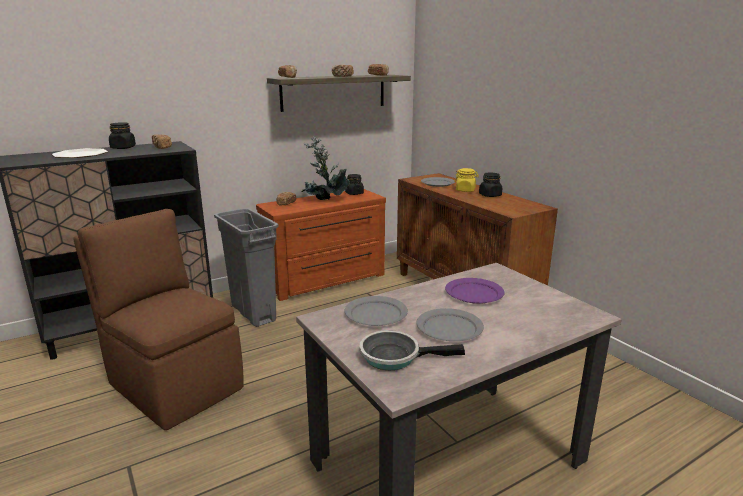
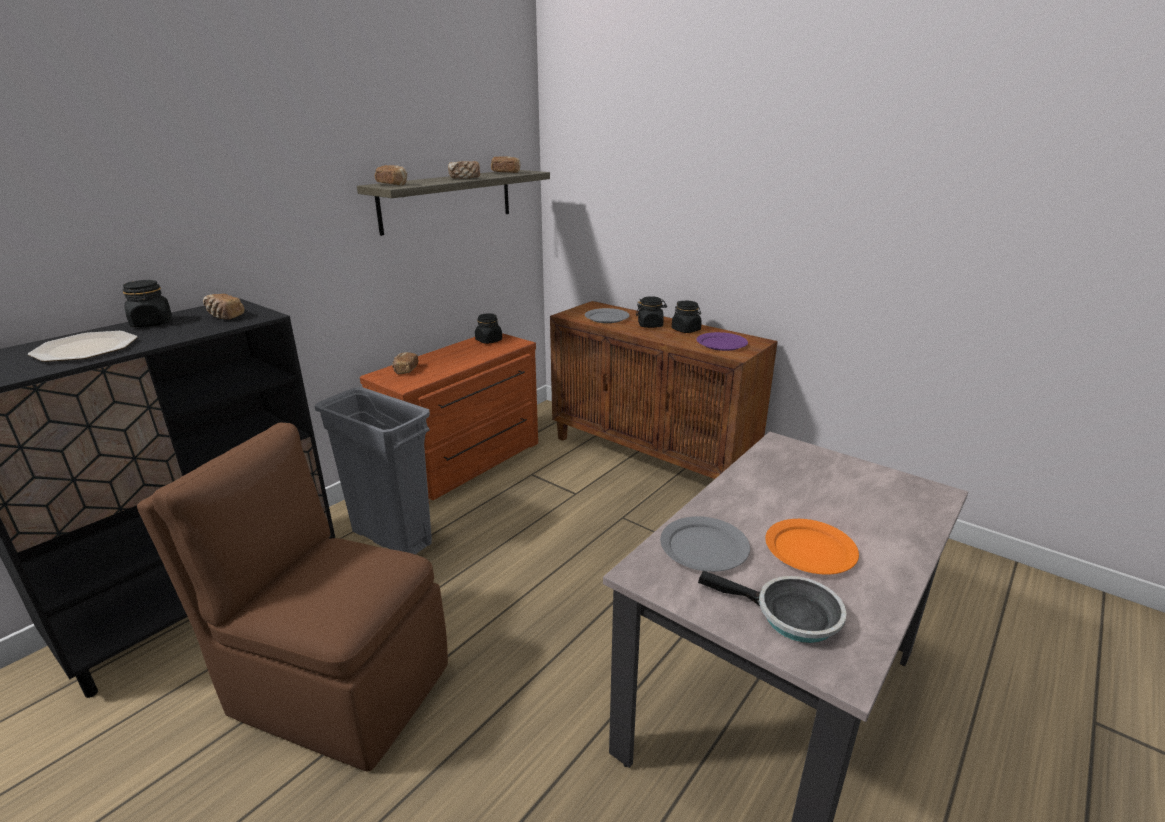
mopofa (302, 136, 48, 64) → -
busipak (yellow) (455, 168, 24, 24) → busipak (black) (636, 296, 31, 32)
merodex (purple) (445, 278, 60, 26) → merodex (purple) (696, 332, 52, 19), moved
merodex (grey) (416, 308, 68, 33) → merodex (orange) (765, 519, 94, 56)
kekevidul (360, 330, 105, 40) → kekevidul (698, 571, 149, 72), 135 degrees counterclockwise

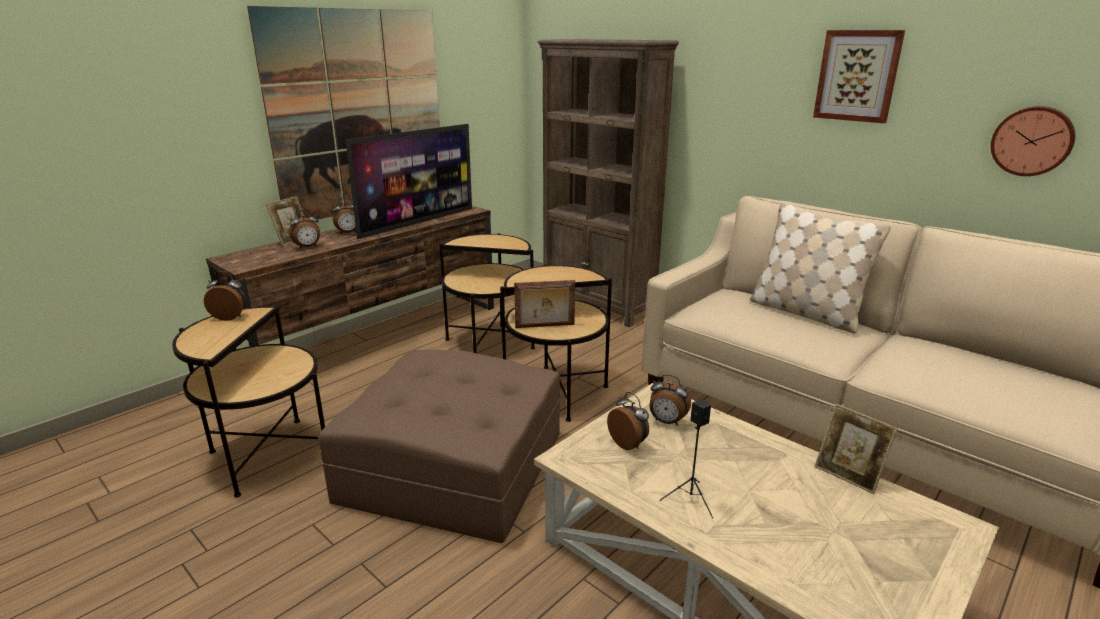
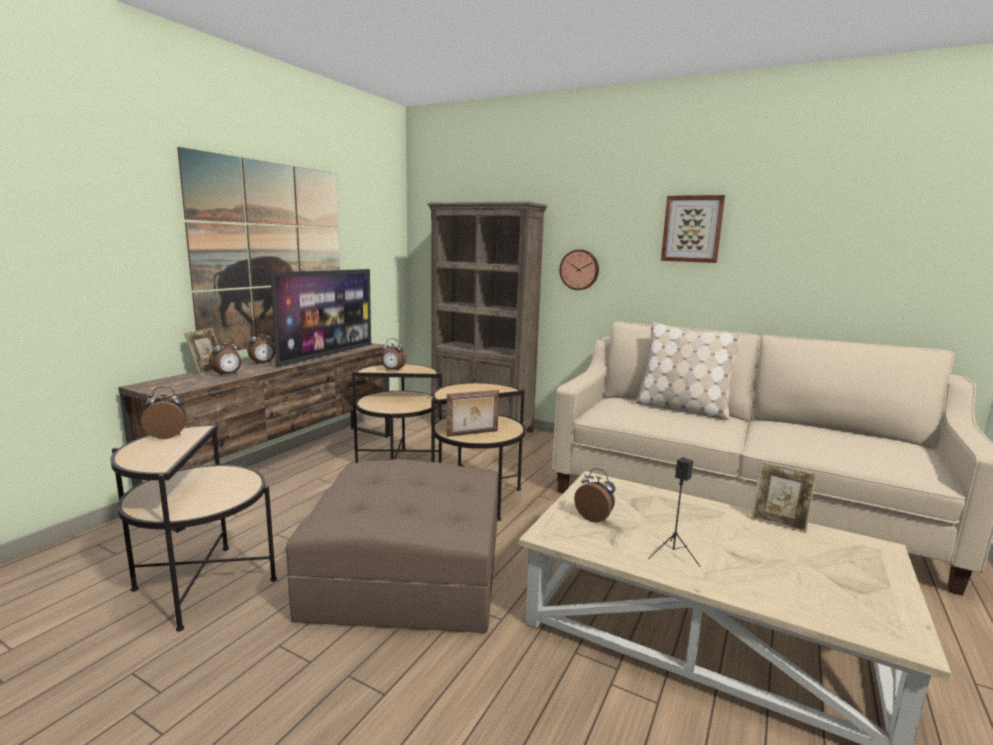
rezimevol (991, 106, 84, 70) → rezimevol (559, 249, 40, 41), moved
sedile (650, 374, 41, 51) → sedile (381, 338, 26, 33), moved

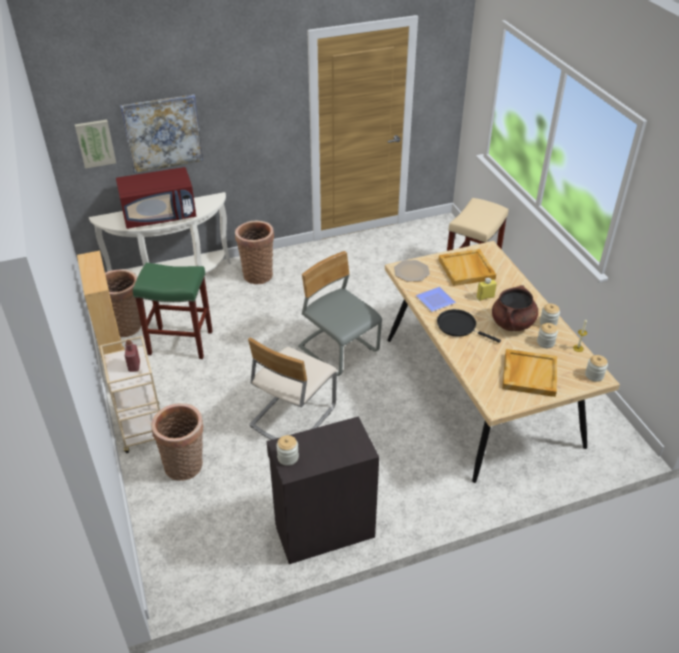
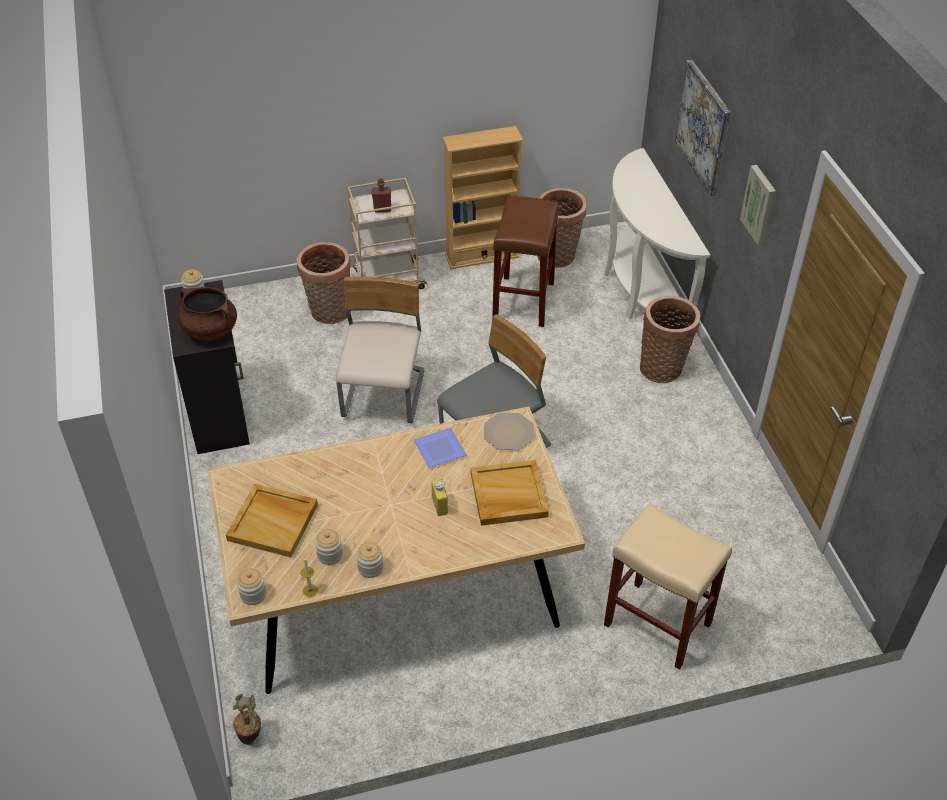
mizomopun (75, 120, 41, 49) → mizomopun (740, 165, 36, 81), moved
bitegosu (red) (116, 167, 80, 62) → -
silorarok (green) (133, 263, 80, 96) → silorarok (brown) (492, 196, 67, 131)
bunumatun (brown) (492, 285, 46, 46) → bunumatun (brown) (178, 287, 59, 54), moved
kekevidul (black) (437, 309, 64, 34) → -
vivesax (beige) (248, 337, 89, 103) → vivesax (beige) (336, 277, 89, 146), 60 degrees clockwise
- → mopofa (233, 694, 28, 51)

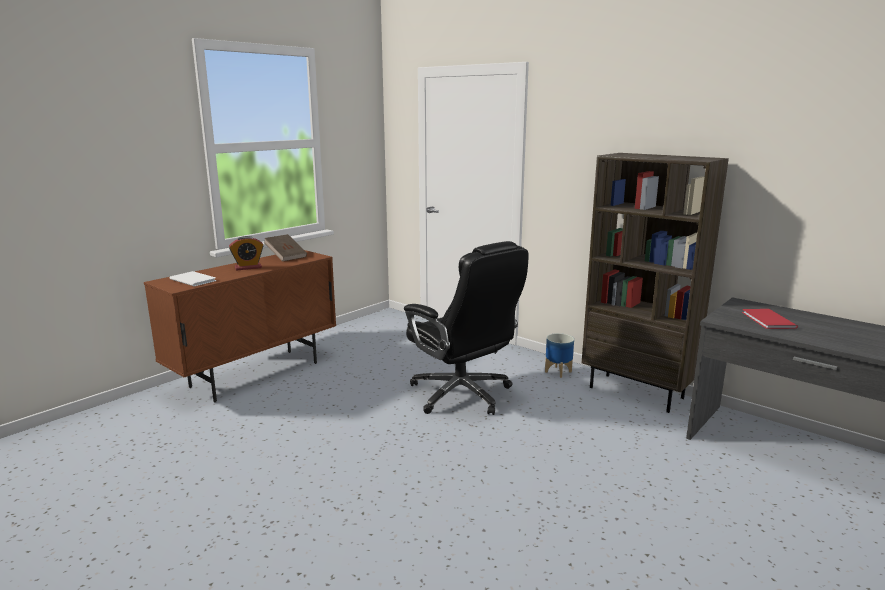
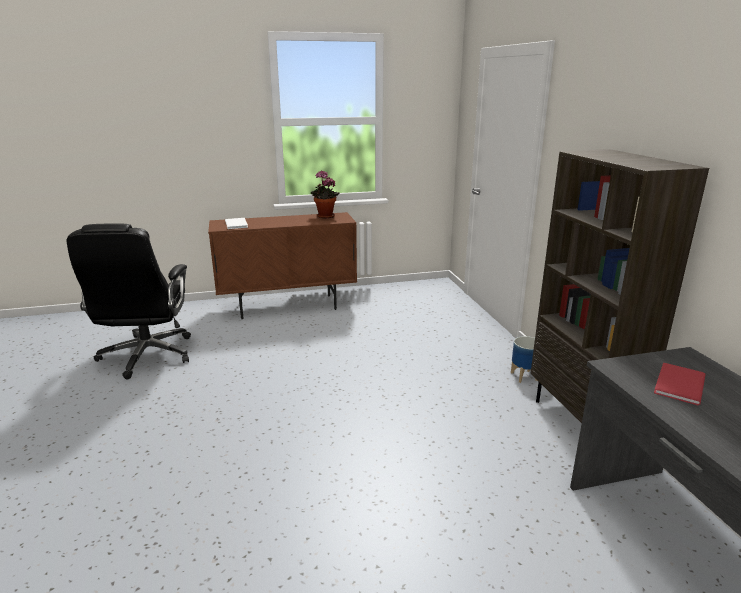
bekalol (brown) (264, 234, 43, 28) → mopofa (311, 170, 29, 48)
sedile (229, 236, 35, 34) → -
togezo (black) (404, 241, 124, 174) → togezo (black) (67, 223, 124, 156), moved

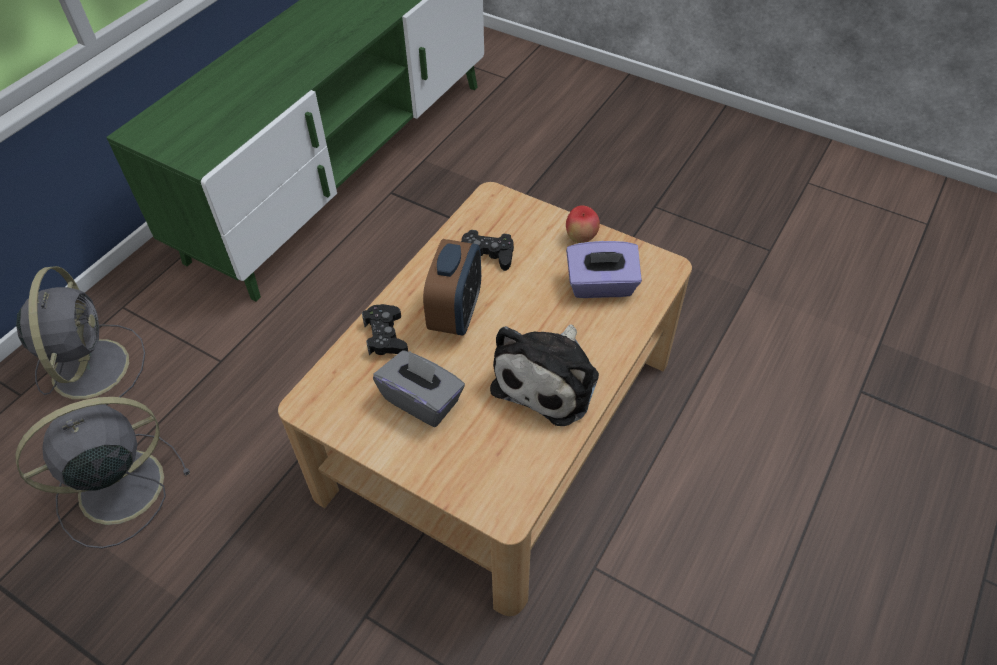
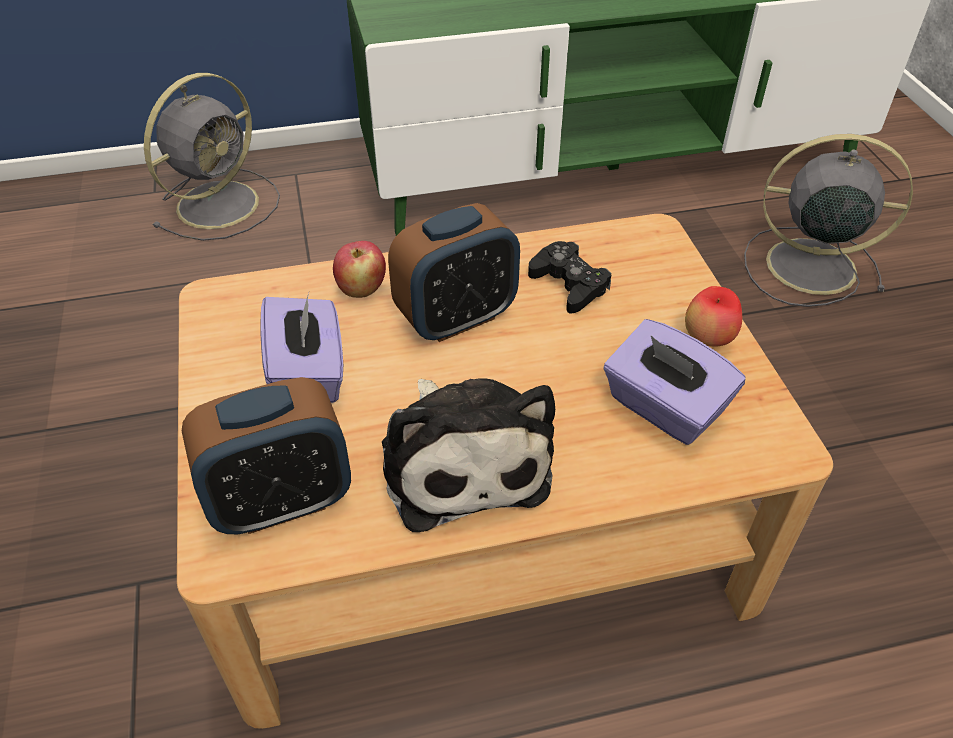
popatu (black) (362, 304, 46, 51) → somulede (333, 241, 53, 57)
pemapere (490, 324, 109, 102) → pemapere (382, 378, 173, 154), 90 degrees counterclockwise
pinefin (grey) (373, 351, 92, 76) → pinefin (purple) (261, 293, 82, 110)
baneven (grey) (15, 397, 175, 151) → baneven (grey) (744, 134, 169, 173), moved
- → sedile (182, 377, 169, 158)

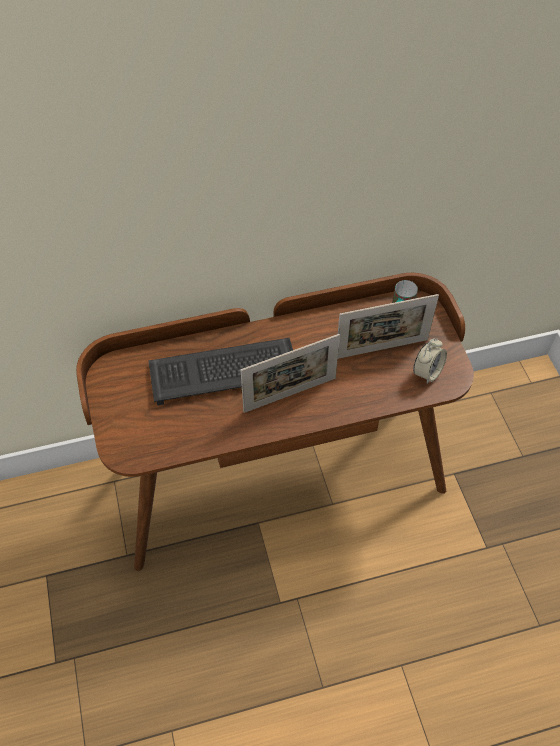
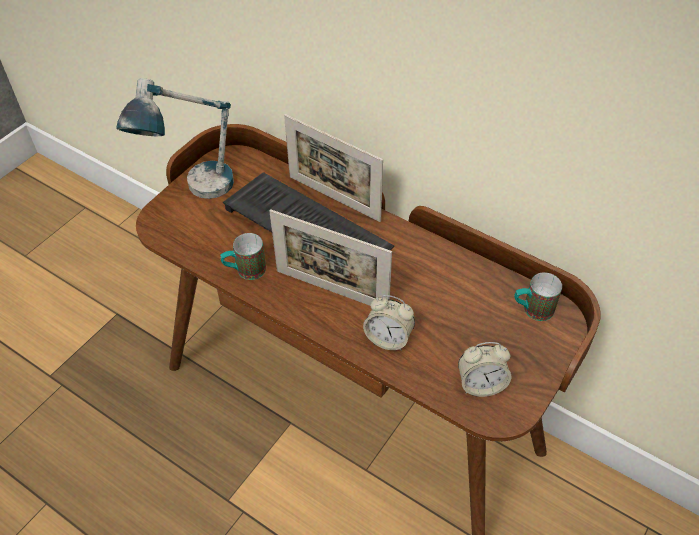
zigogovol (338, 294, 101, 65) → zigogovol (284, 114, 99, 108), moved
- → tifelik (116, 78, 118, 121)
- → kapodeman (220, 233, 46, 47)
- → sedile (363, 295, 52, 55)

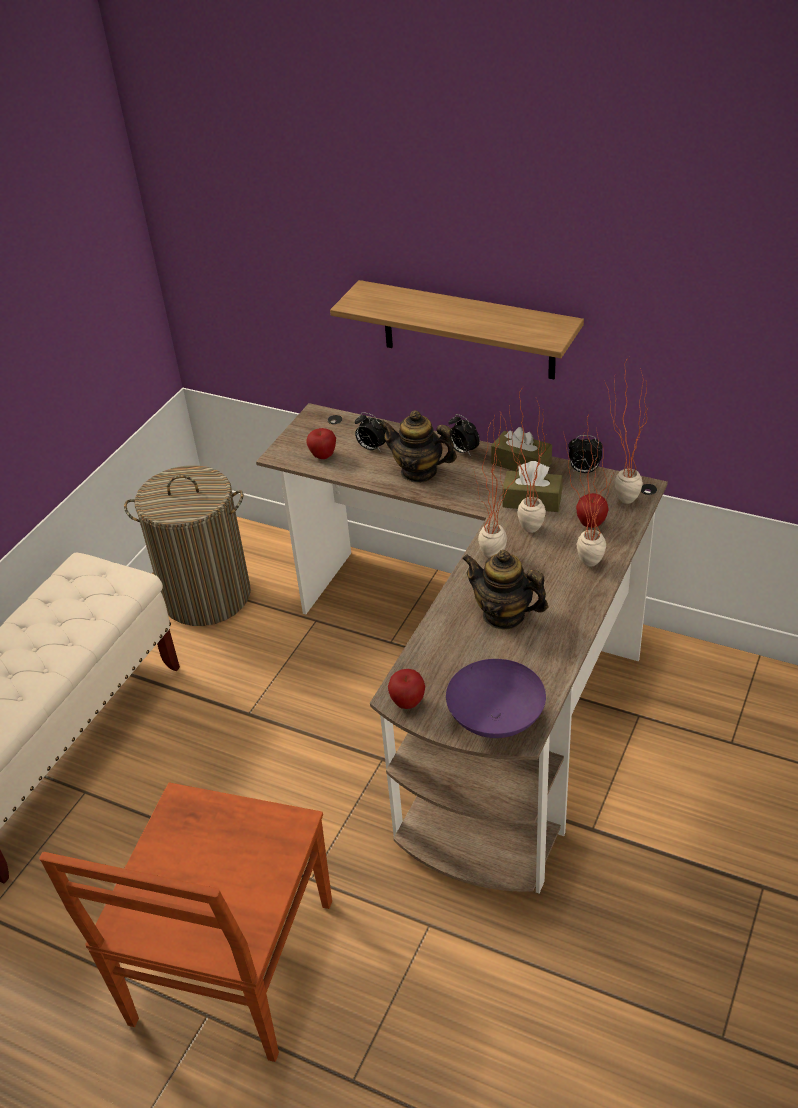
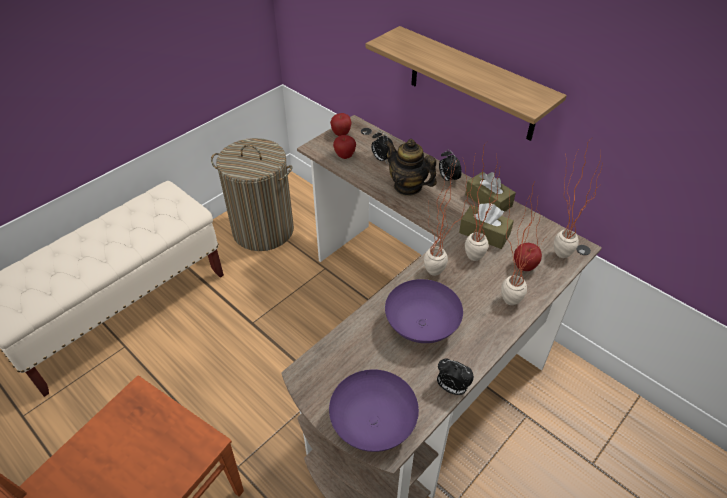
sedile (568, 435, 35, 38) → sedile (437, 358, 37, 37), moved
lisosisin (462, 550, 86, 80) → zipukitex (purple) (385, 279, 78, 64)
somulede (388, 669, 37, 40) → somulede (330, 113, 22, 23), moved

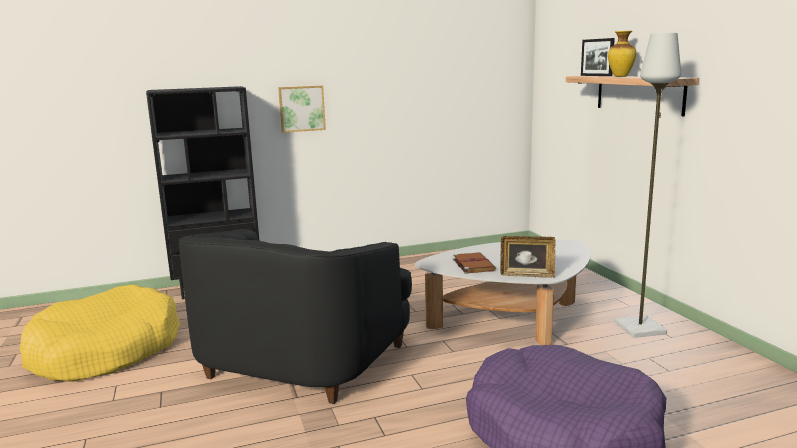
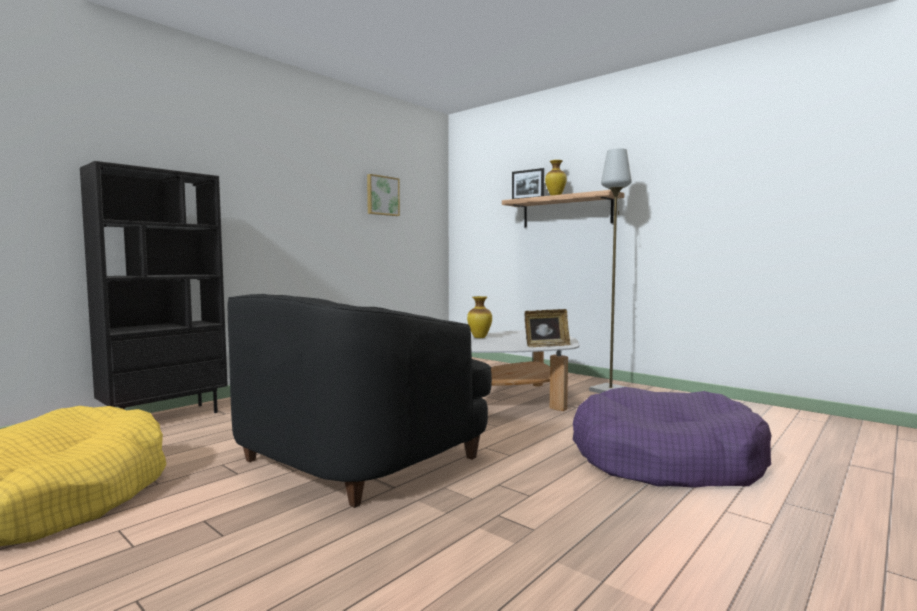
mizomopun (278, 86, 48, 47) → mizomopun (367, 174, 33, 42), moved
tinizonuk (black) (179, 229, 233, 175) → tinizonuk (black) (228, 294, 264, 214), 45 degrees clockwise
bekalol (brown) (453, 252, 43, 22) → -
- → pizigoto (467, 296, 25, 42)

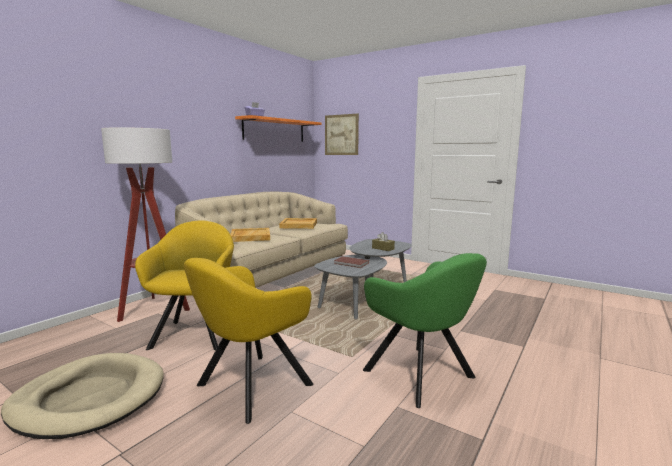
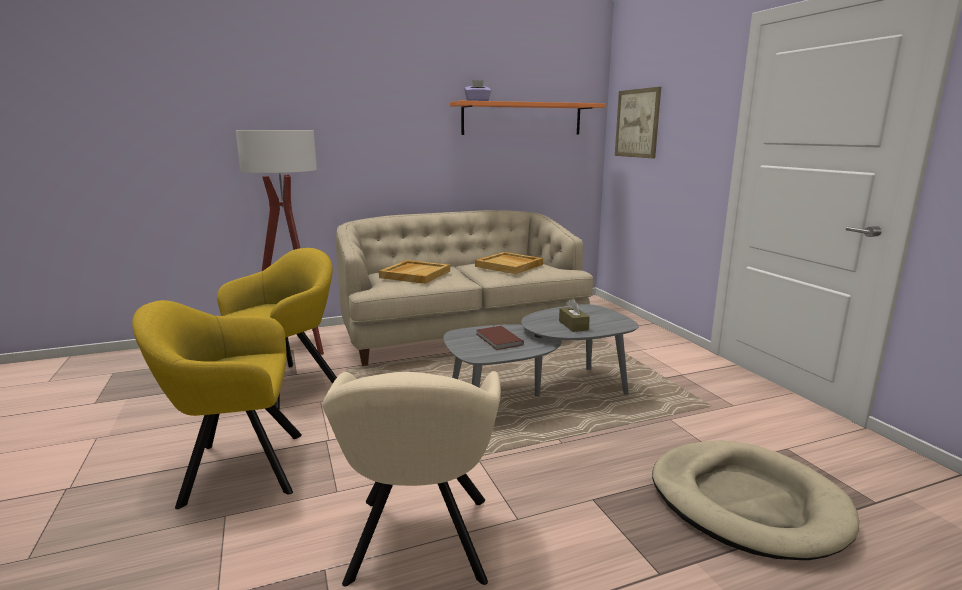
tinizonuk (green) (363, 253, 124, 155) → tinizonuk (beige) (322, 371, 179, 215)
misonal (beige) (1, 353, 163, 86) → misonal (beige) (652, 441, 207, 119), moved

